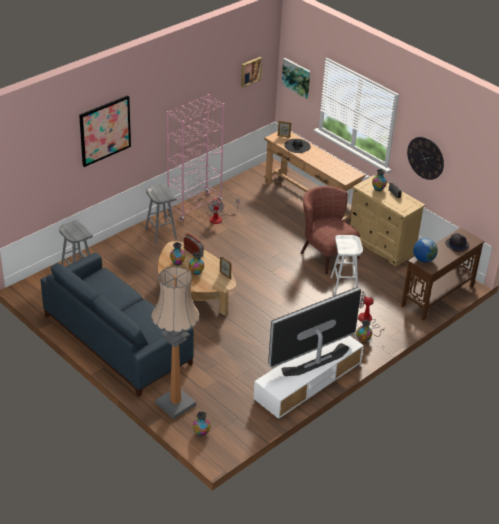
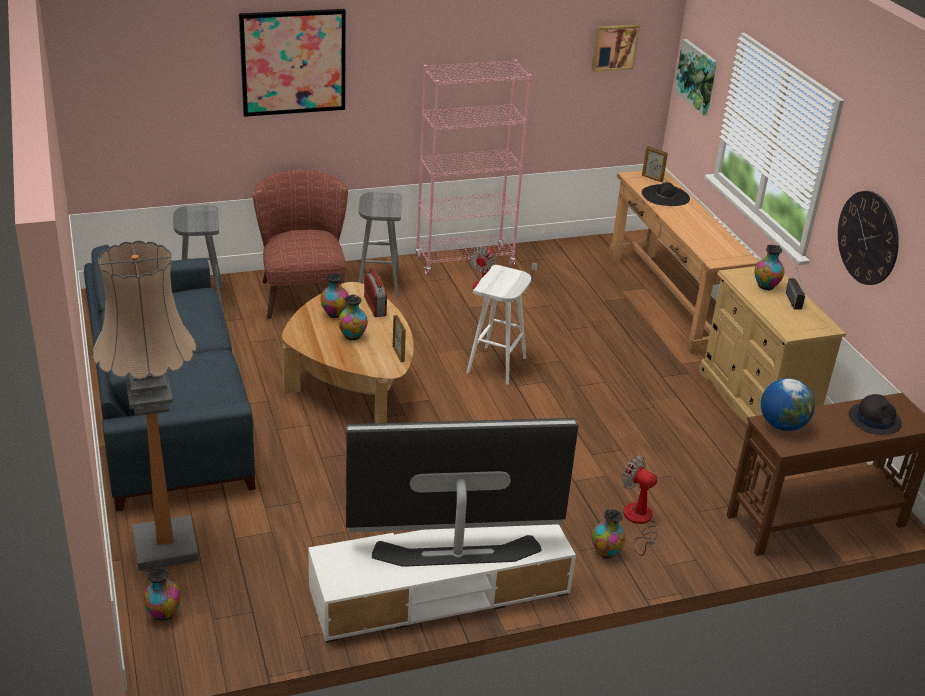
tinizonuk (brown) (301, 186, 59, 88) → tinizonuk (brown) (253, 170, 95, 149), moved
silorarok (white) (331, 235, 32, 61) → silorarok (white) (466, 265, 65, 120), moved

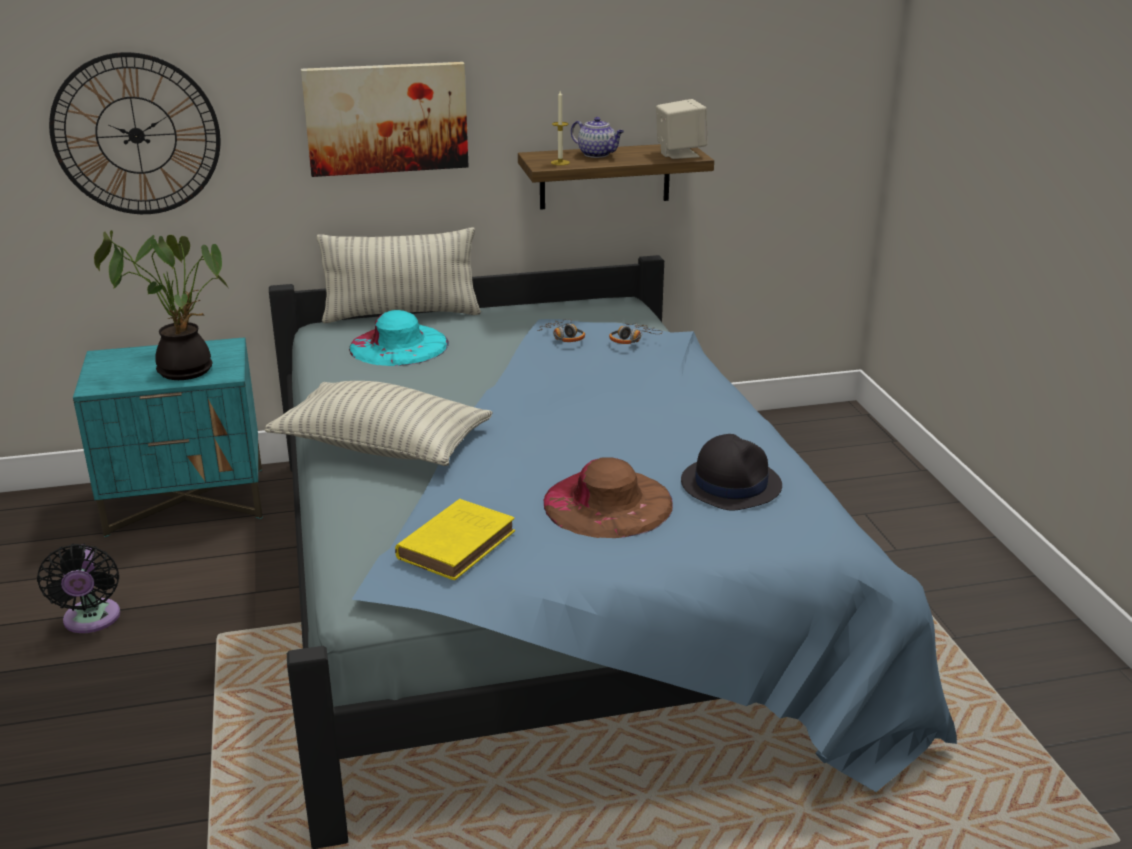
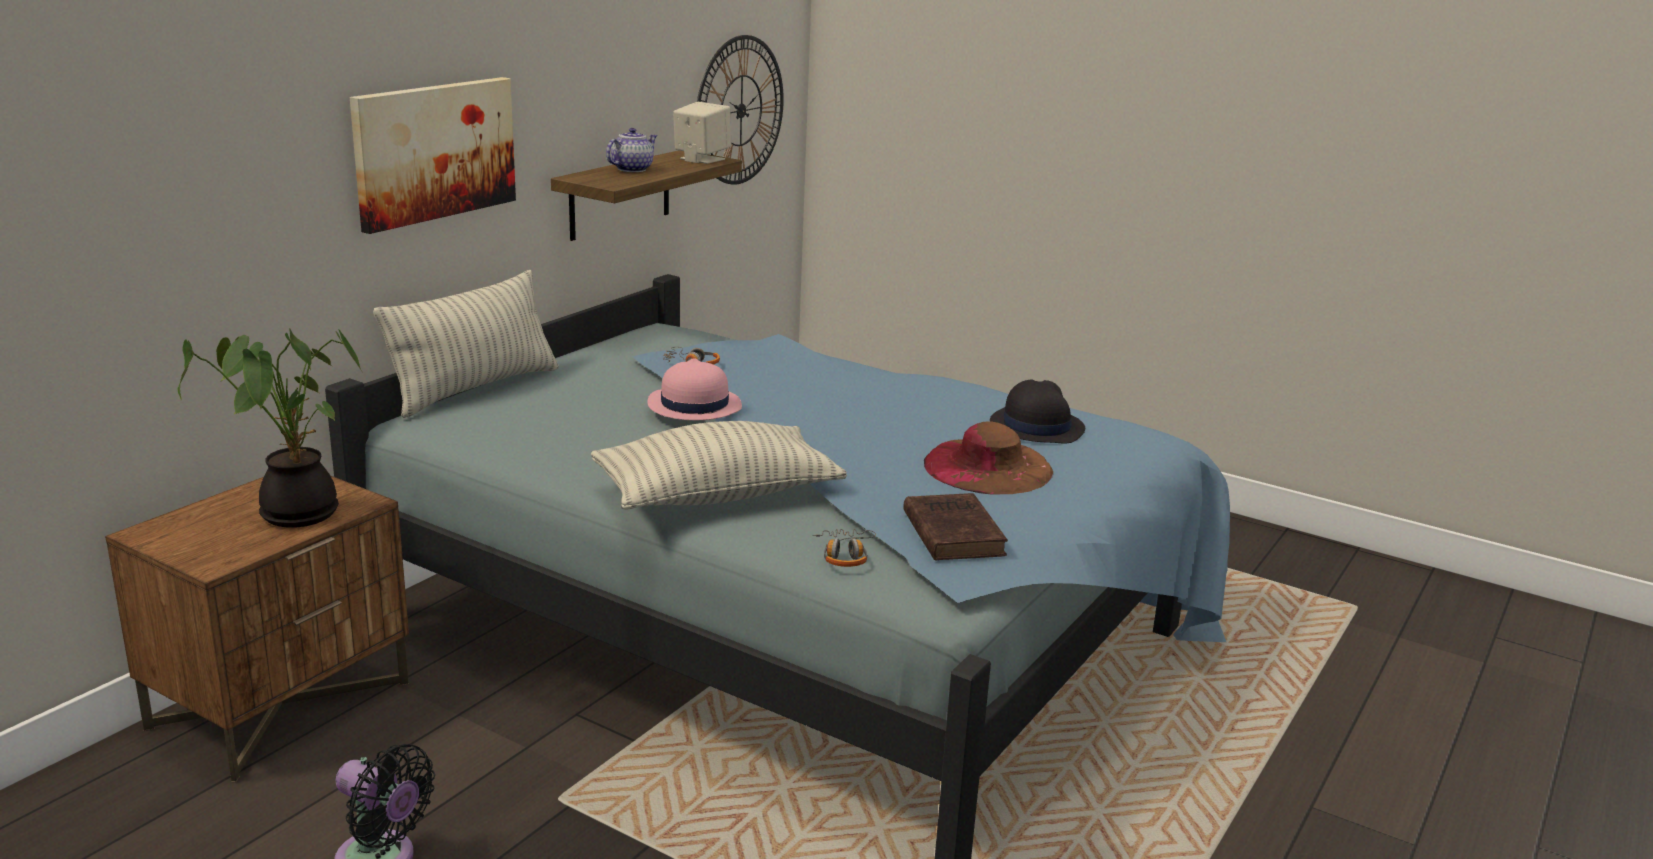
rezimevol (49, 52, 172, 162) → rezimevol (697, 35, 87, 150), moved
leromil (551, 91, 19, 74) → -
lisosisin (571, 117, 53, 41) → lisosisin (606, 128, 51, 44), 45 degrees counterclockwise
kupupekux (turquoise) (349, 310, 100, 56) → -
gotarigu (609, 323, 54, 21) → gotarigu (812, 529, 64, 38), moved
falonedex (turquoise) (73, 337, 190, 200) → falonedex (brown) (105, 476, 304, 306)
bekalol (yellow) (395, 499, 120, 81) → bekalol (brown) (903, 493, 105, 68)
- → kupupekux (pink) (647, 358, 95, 62)

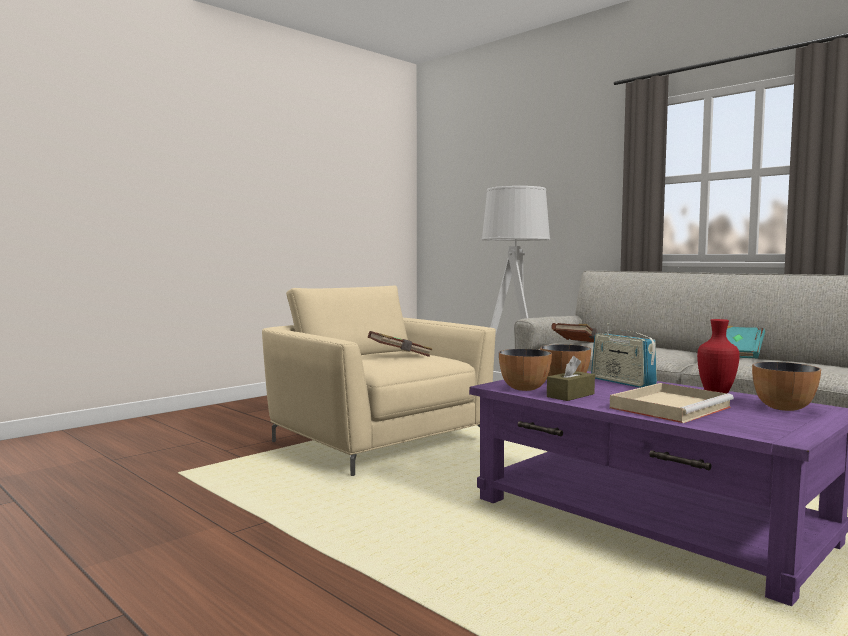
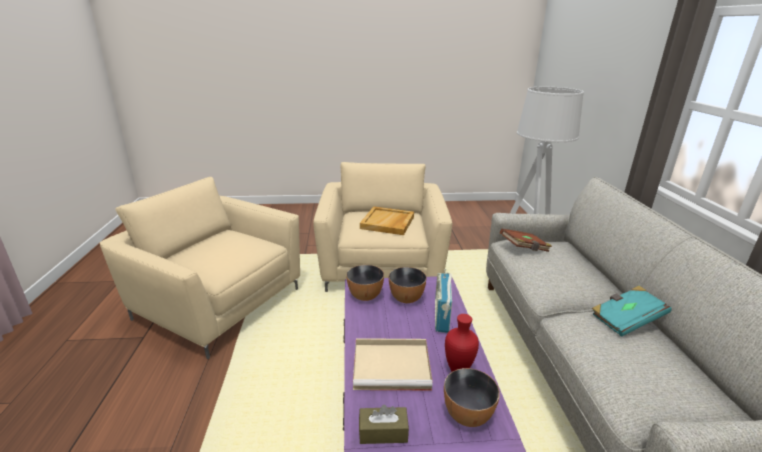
bekalol (brown) (368, 331, 64, 26) → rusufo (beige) (360, 206, 54, 29)
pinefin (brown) (547, 356, 48, 45) → pinefin (brown) (359, 405, 50, 39), moved
- → tinizonuk (beige) (100, 177, 200, 182)

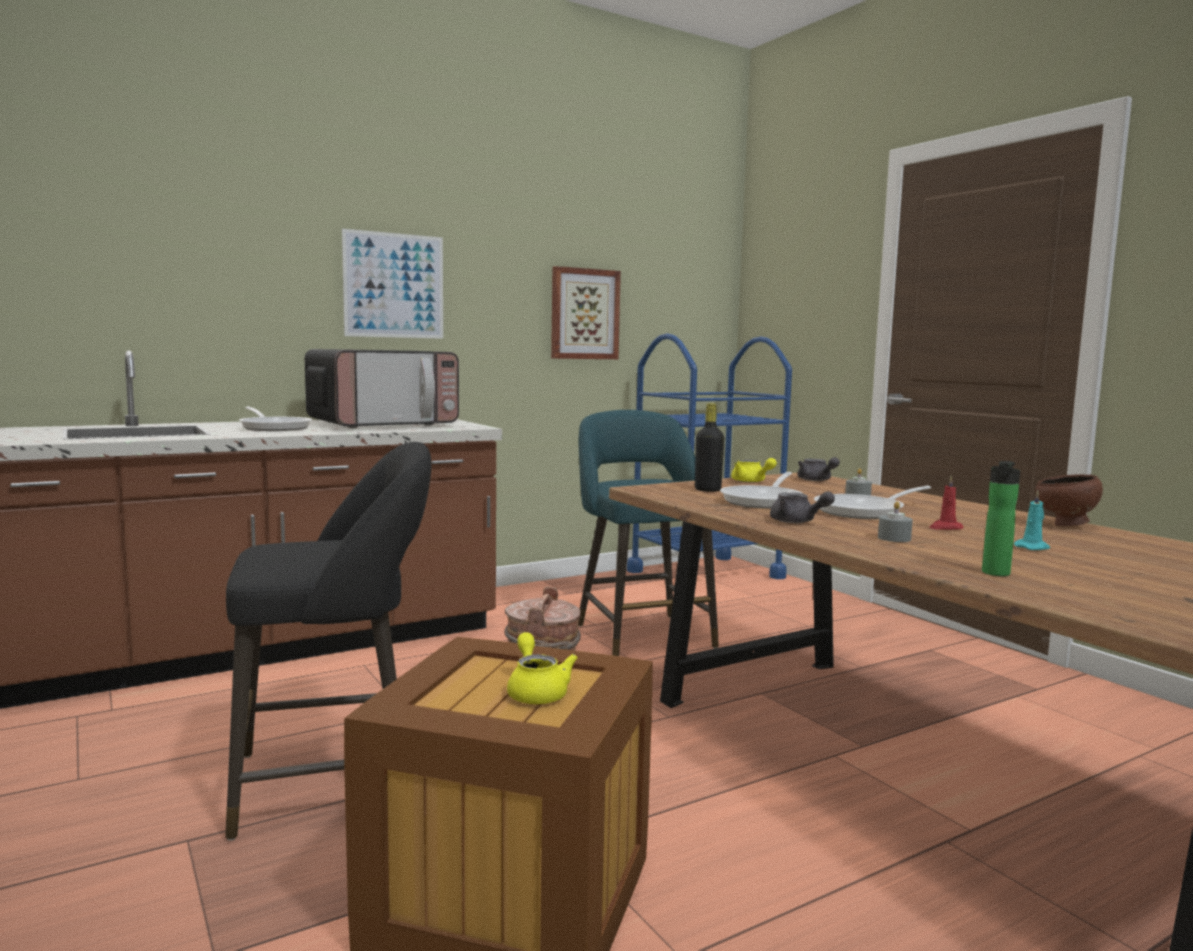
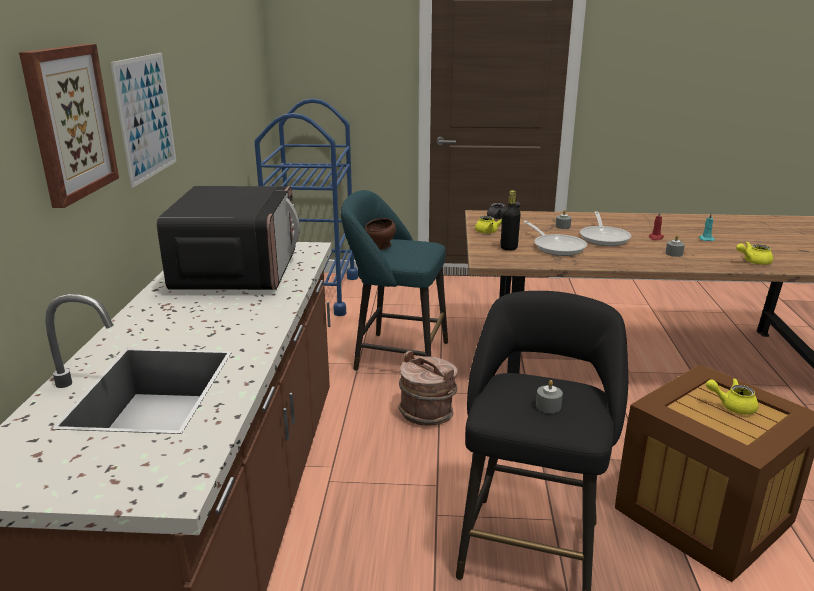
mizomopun (551, 266, 70, 93) → mizomopun (19, 44, 100, 164), moved
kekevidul (239, 406, 73, 25) → -
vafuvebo (982, 461, 38, 115) → lisosisin (yellow) (736, 241, 37, 24)
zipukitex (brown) (1035, 474, 68, 52) → zipukitex (brown) (365, 218, 31, 32), moved
lisosisin (grey) (770, 491, 65, 32) → -
- → leromil (grey) (536, 380, 27, 33)

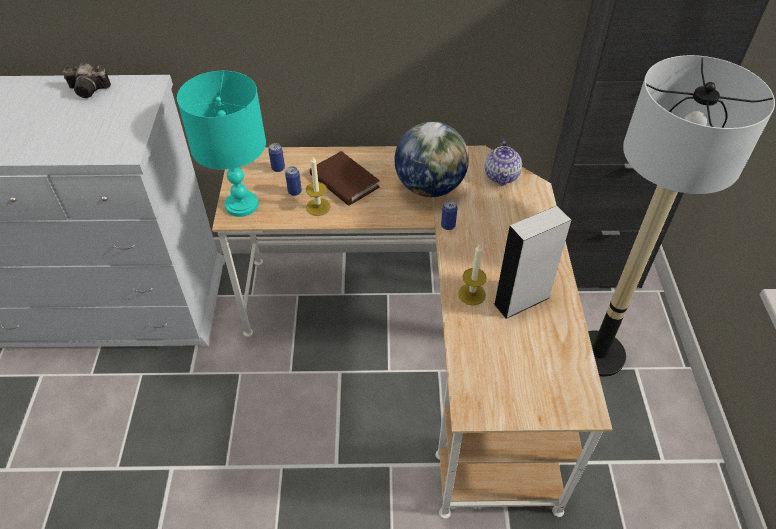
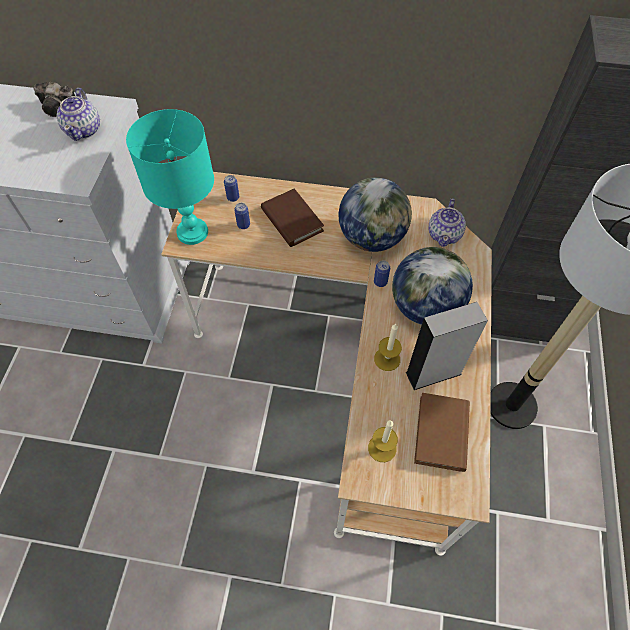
leromil (306, 157, 25, 59) → leromil (368, 420, 30, 42), moved
- → lisosisin (56, 88, 44, 53)
- → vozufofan (392, 247, 81, 78)
- → bekalol (brown) (414, 393, 56, 79)

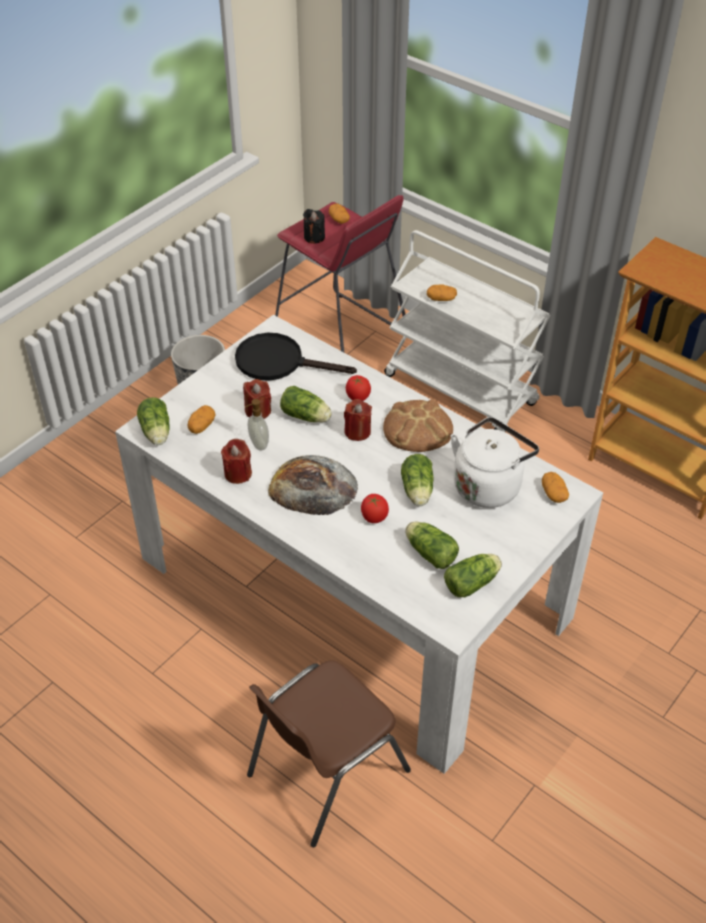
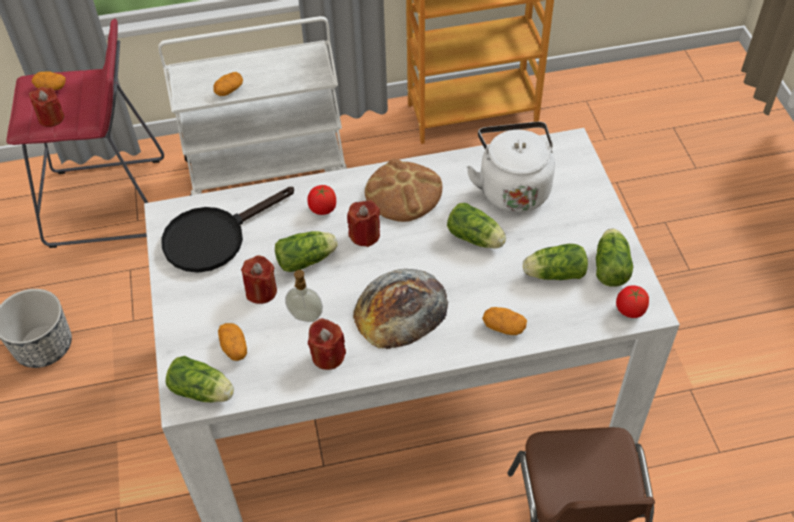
leromil (black) (303, 209, 22, 35) → leromil (red) (29, 87, 35, 40)
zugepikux (542, 472, 27, 31) → zugepikux (482, 307, 45, 28), moved
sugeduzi (361, 494, 28, 29) → sugeduzi (616, 285, 33, 33), moved

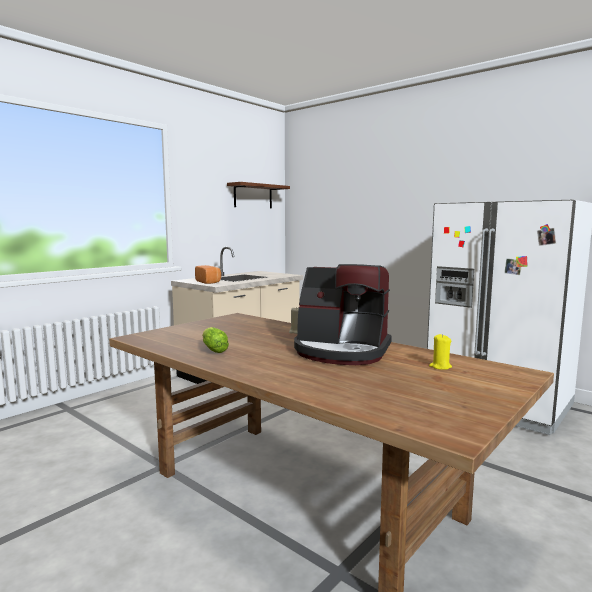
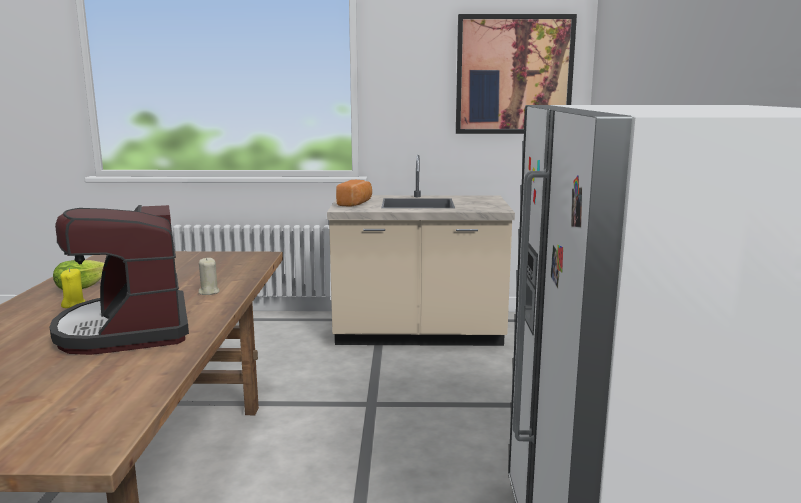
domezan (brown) (227, 182, 63, 26) → mizomopun (456, 14, 121, 120)
leromil (yellow) (429, 334, 23, 36) → leromil (yellow) (60, 268, 26, 40), moved

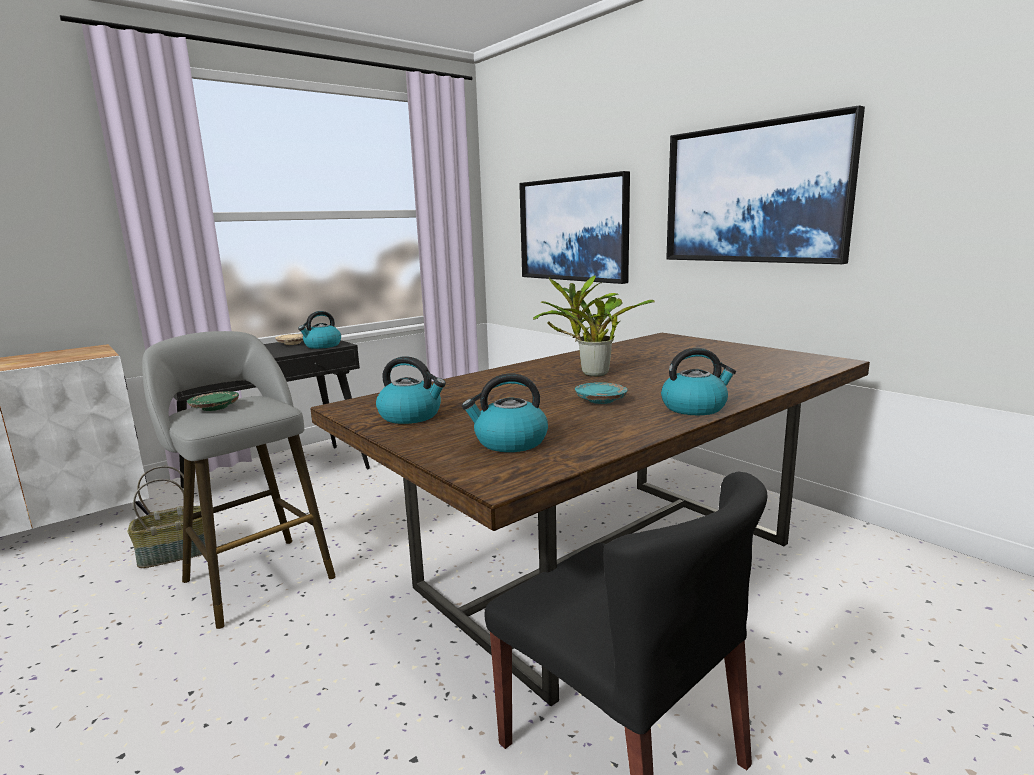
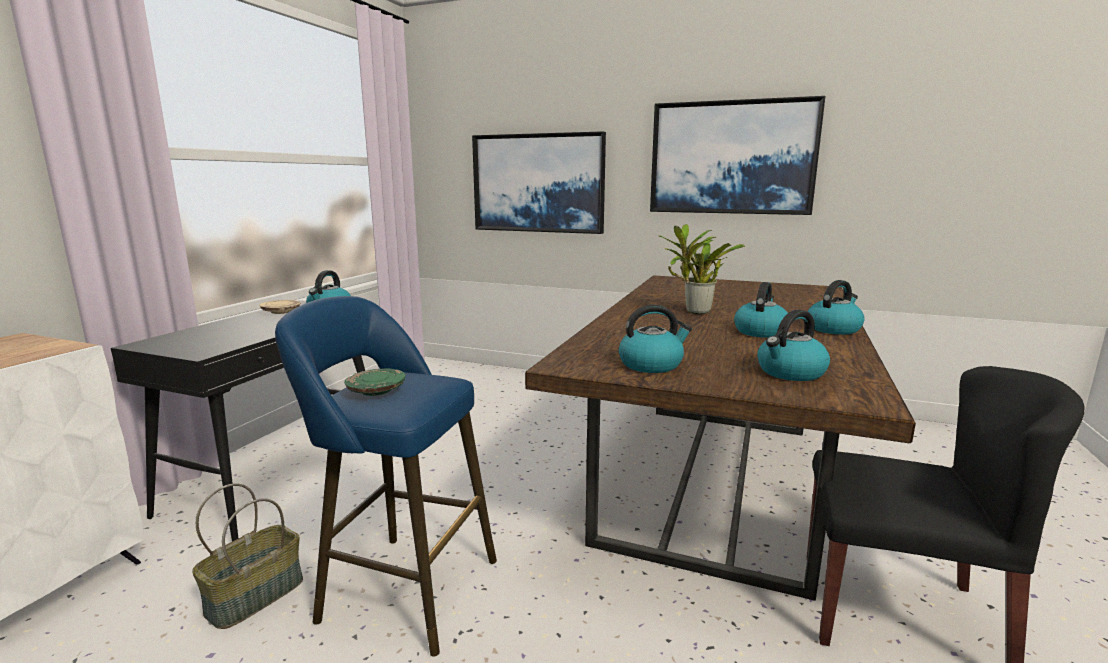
silorarok (grey) (142, 331, 194, 298) → silorarok (blue) (275, 296, 222, 361)
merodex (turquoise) (575, 382, 53, 22) → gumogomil (734, 282, 54, 56)

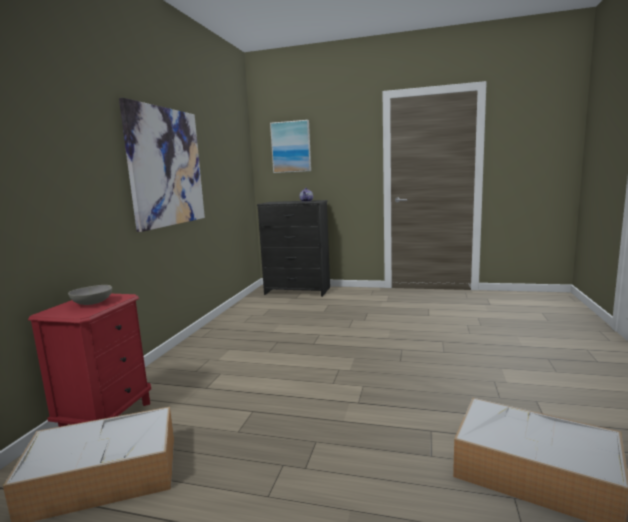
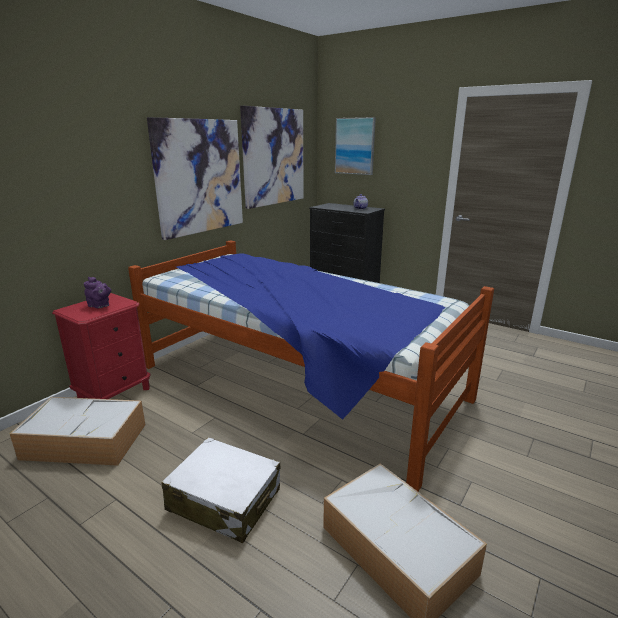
zipukitex (grey) (68, 285, 44, 20) → lisosisin (purple) (84, 277, 27, 31)
- → mizomopun (240, 106, 64, 103)
- → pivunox (128, 240, 366, 251)
- → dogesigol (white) (162, 437, 118, 106)

